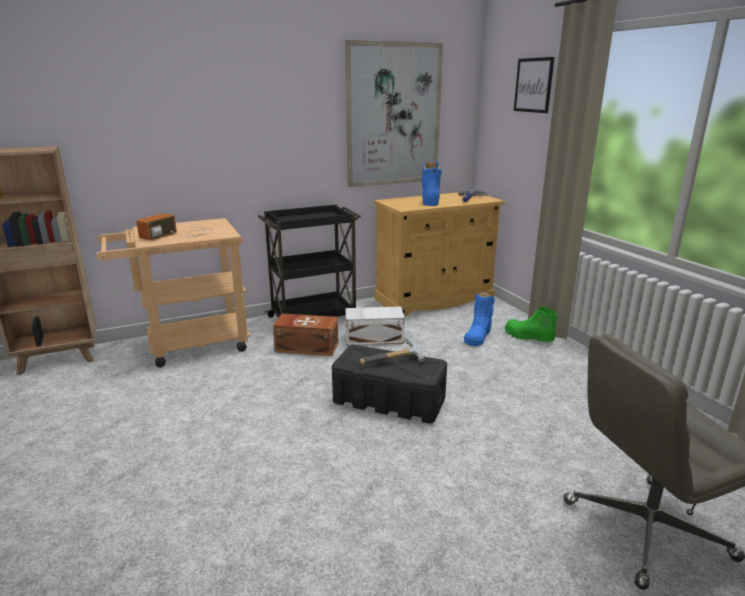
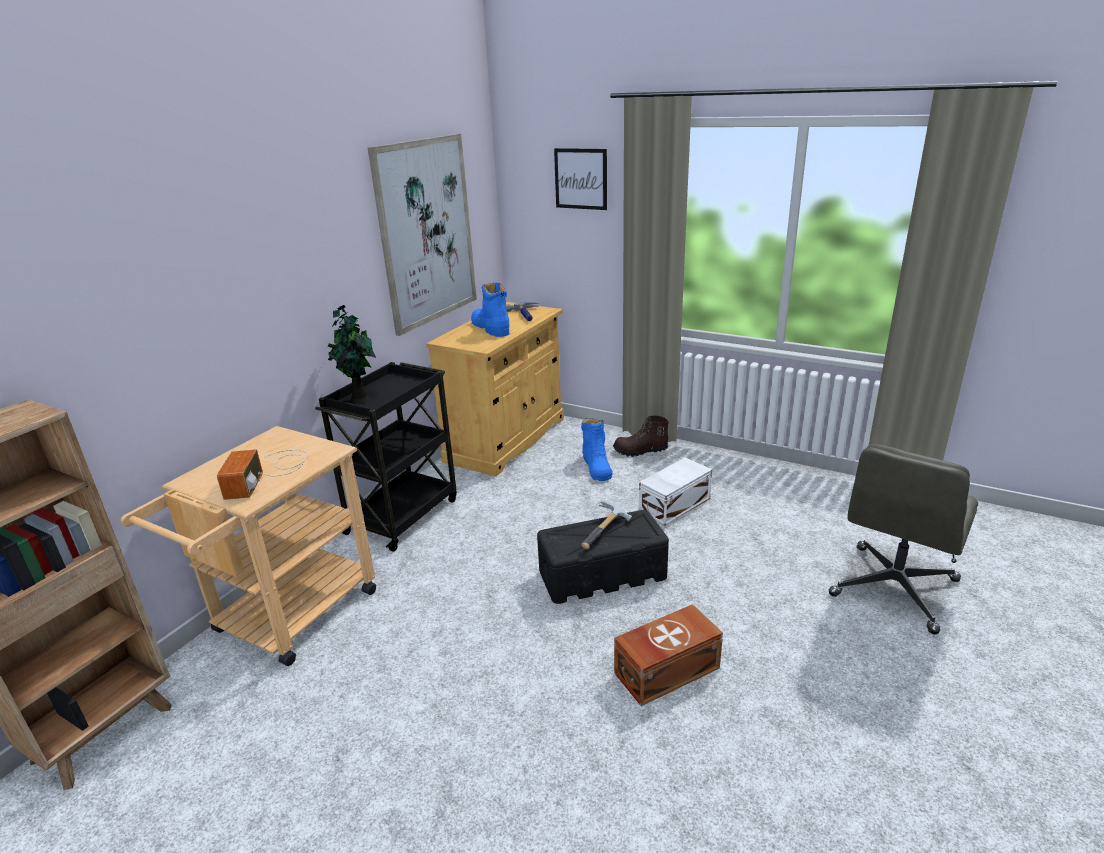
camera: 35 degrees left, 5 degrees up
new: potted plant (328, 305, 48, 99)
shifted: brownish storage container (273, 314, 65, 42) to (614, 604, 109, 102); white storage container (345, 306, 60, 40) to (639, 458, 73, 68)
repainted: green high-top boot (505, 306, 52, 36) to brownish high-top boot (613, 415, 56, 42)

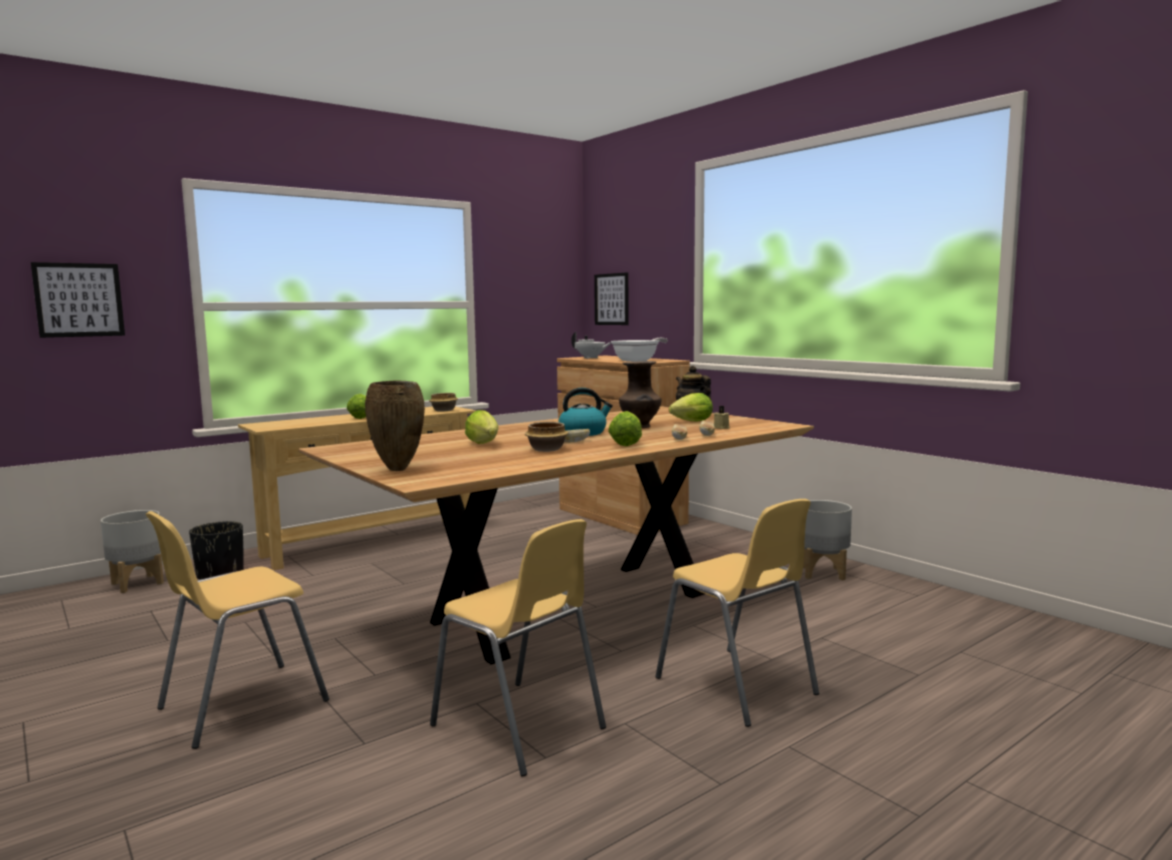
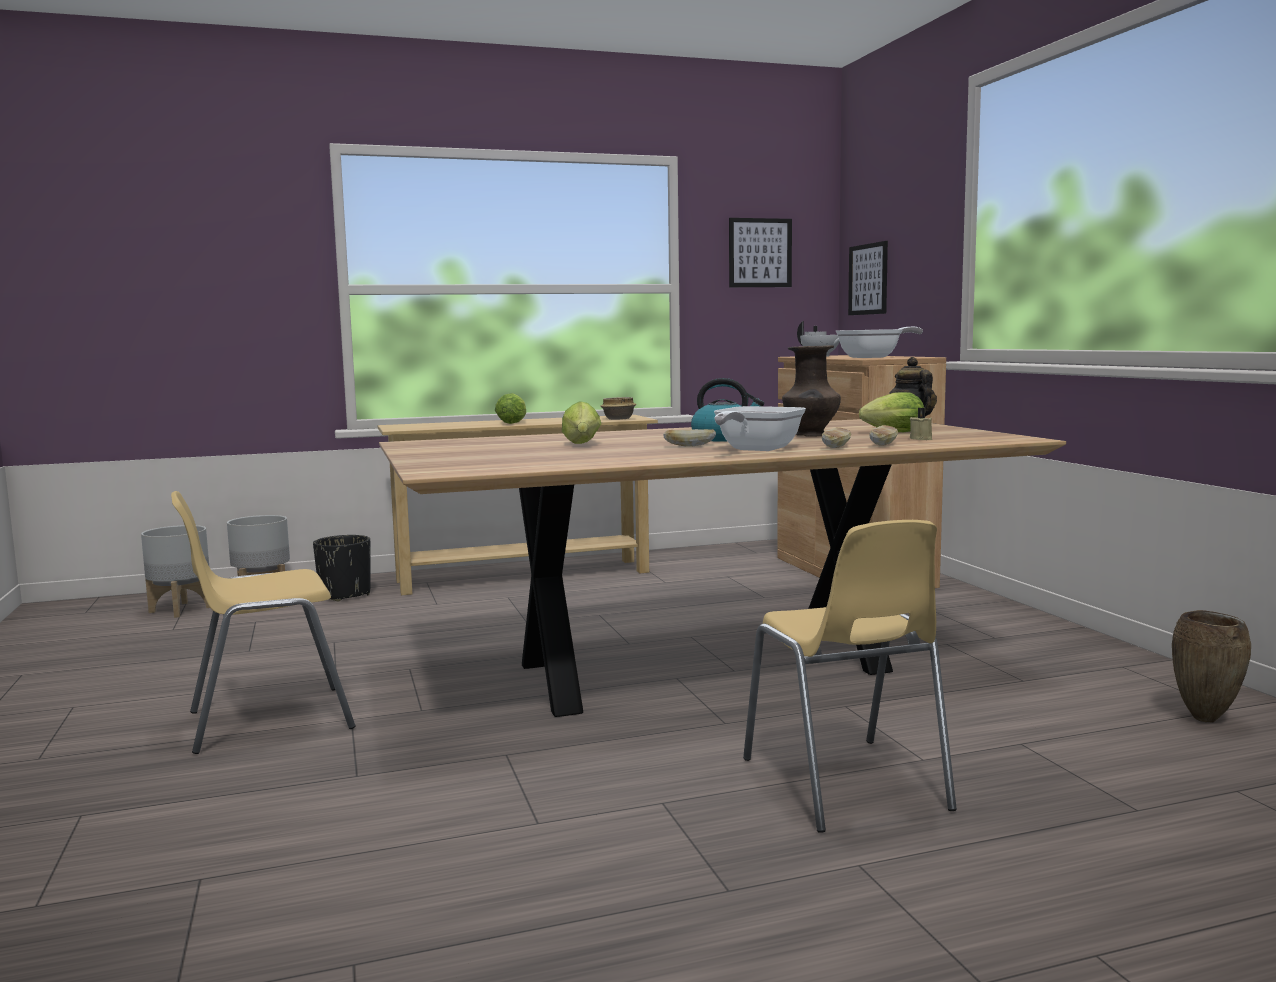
camera: 20 degrees right, 0 degrees up
gone: yellow-coloured chair (430, 519, 176, 257); deep dish (525, 422, 43, 30)
shifted: grey plant pot (803, 500, 49, 80) to (141, 525, 69, 93); wall art (31, 262, 94, 76) to (729, 218, 63, 69); brownish decorative vase (365, 380, 60, 91) to (1172, 610, 79, 113)
swapped: head of lettuce (608, 411, 34, 36) to skillet (714, 406, 92, 45)

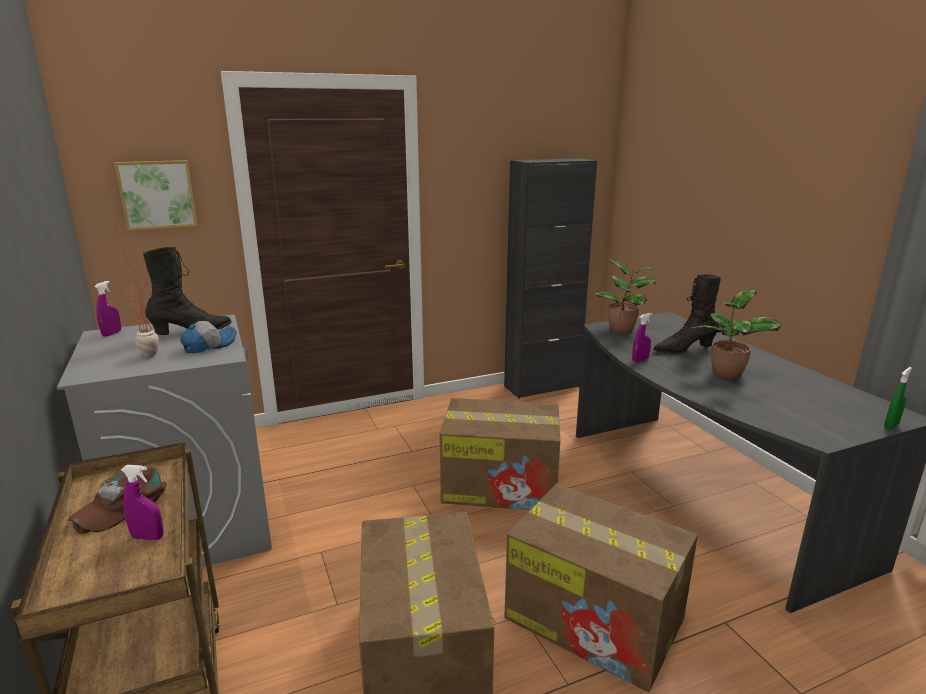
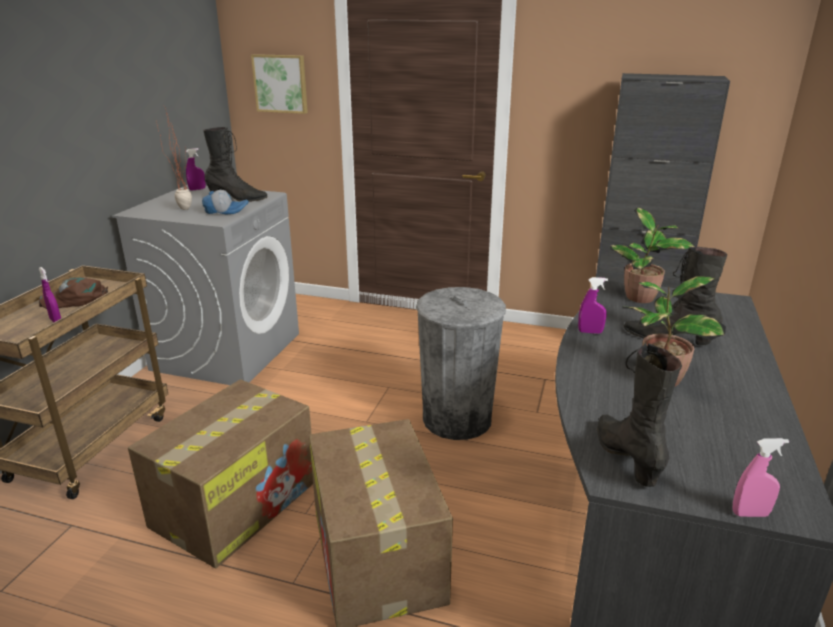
camera: 40 degrees right, 5 degrees up
new: black-coloured high-top boot (597, 343, 85, 144)
swapped: carton (440, 398, 120, 112) to grey rubbish bin (416, 287, 90, 153)
repainted: green hand sprayer (884, 367, 28, 63) to pink-coloured hand sprayer (733, 438, 56, 79)

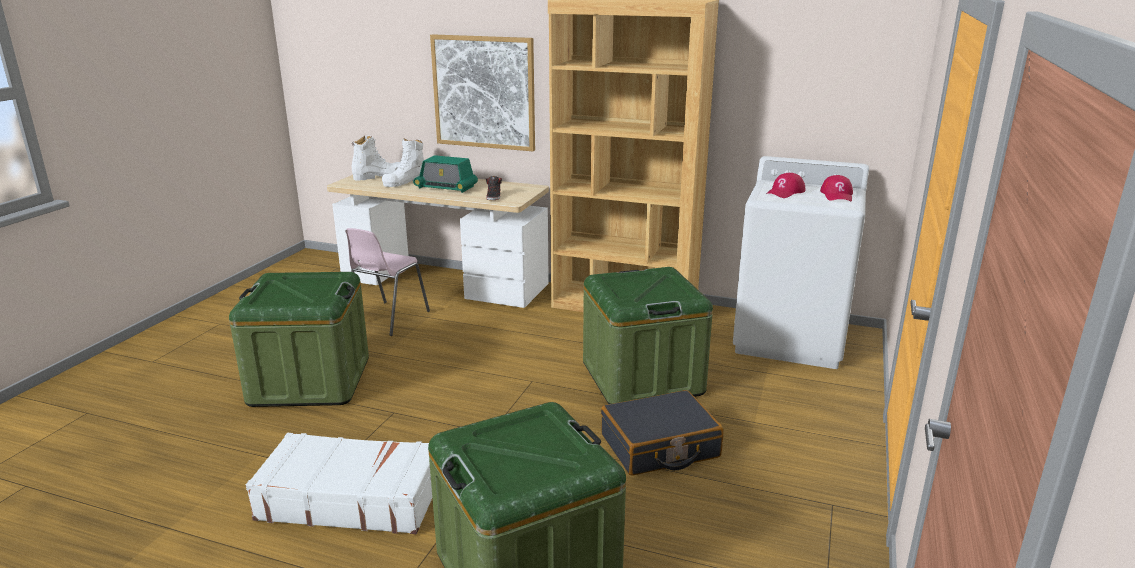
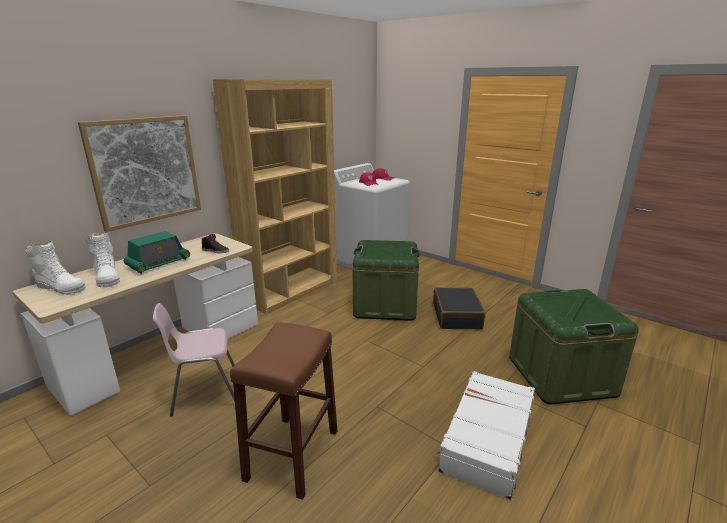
camera: 70 degrees left, 0 degrees up
swapped: green storage container (229, 272, 140, 135) to brownish stool seat (230, 322, 107, 178)
rotated: white high-top boot (352, 136, 48, 45) = (25, 241, 61, 54) 120 degrees clockwise; pink-coloured chair (345, 228, 85, 108) = (153, 303, 82, 114) 120 degrees clockwise

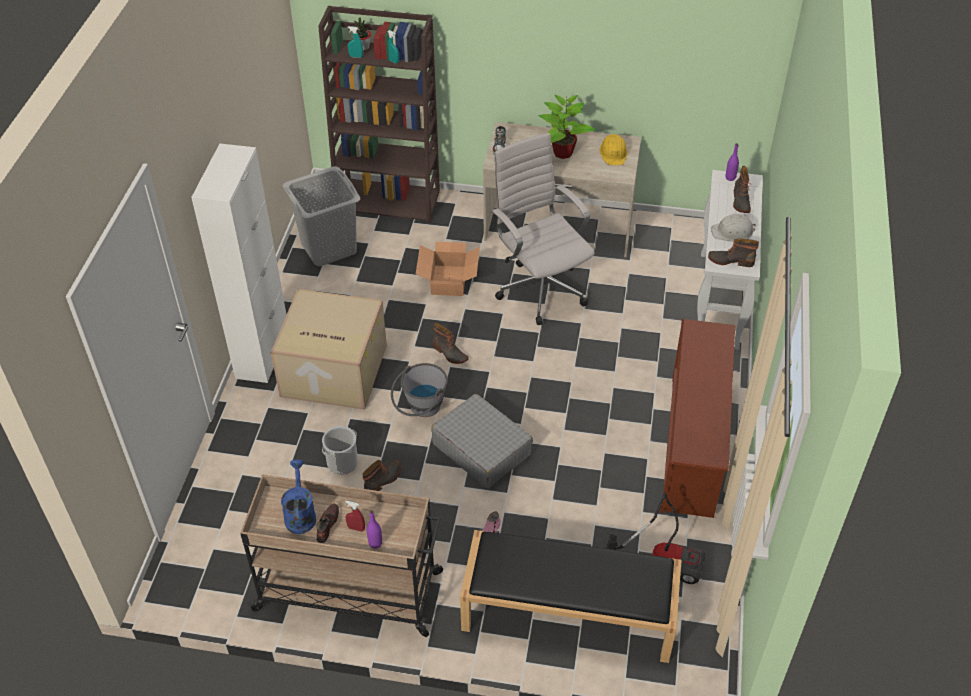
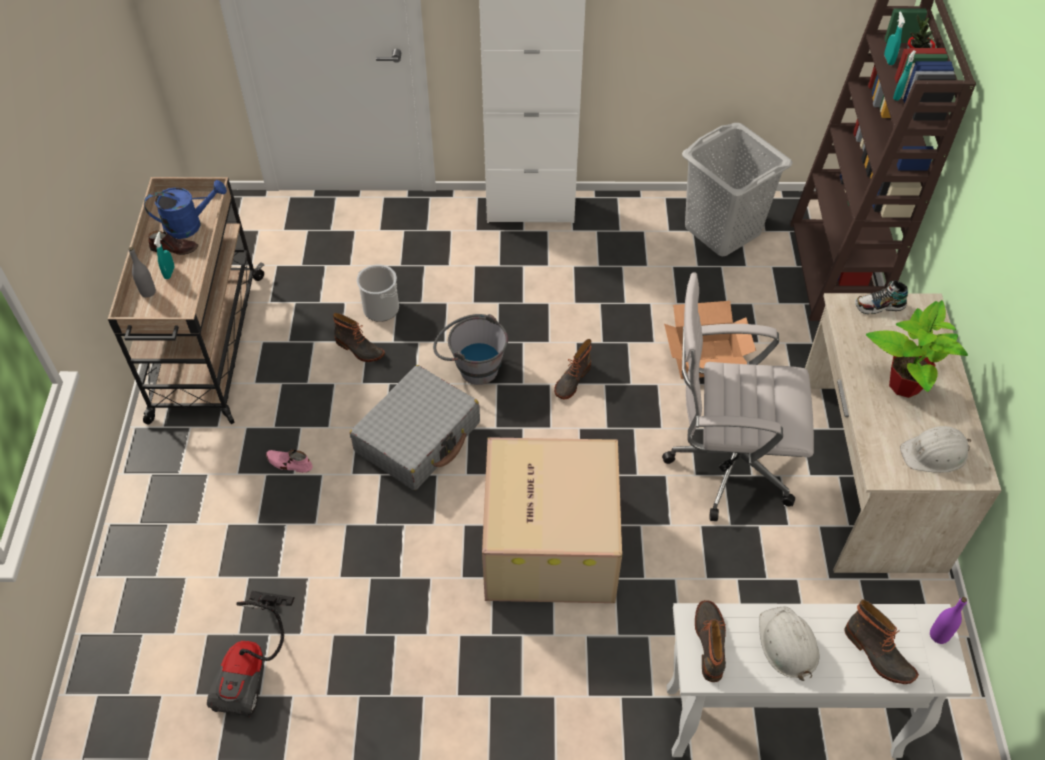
camera: 80 degrees right, 5 degrees up
gone: black-coloured bench (460, 530, 222, 133); brownish shoe rack (660, 319, 75, 199)
shifted: carton (271, 289, 116, 121) to (482, 437, 140, 166)
repainted: purple beverage bottle (367, 510, 15, 39) to grey beverage bottle (129, 247, 27, 51); red-coloured hand sprayer (345, 501, 20, 31) to blue-green hand sprayer (154, 232, 21, 47); yellow-coloured safety helmet (600, 134, 28, 31) to white safety helmet (900, 426, 71, 47)
rotated: white desk chair (491, 133, 104, 192) = (662, 272, 152, 249) 135 degrees counterclockwise; high-top boot (733, 166, 19, 47) = (845, 599, 74, 85) 120 degrees counterclockwise

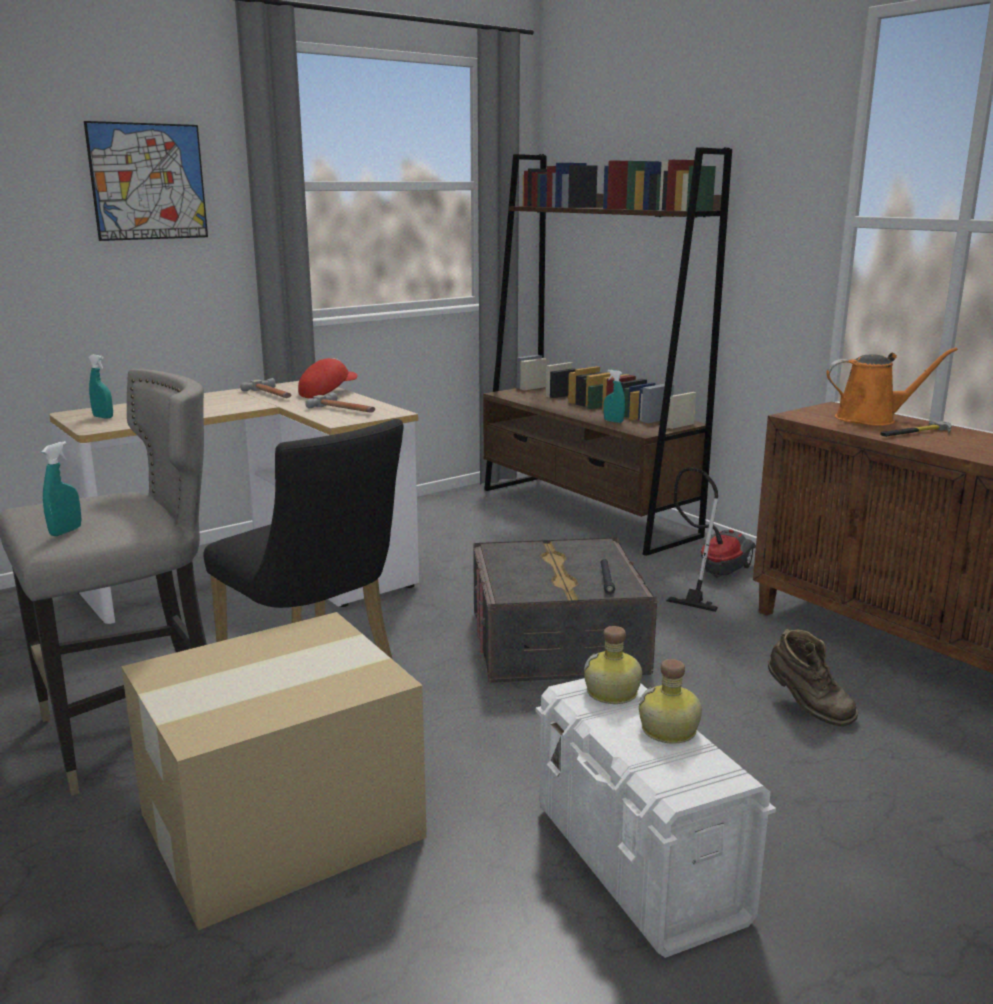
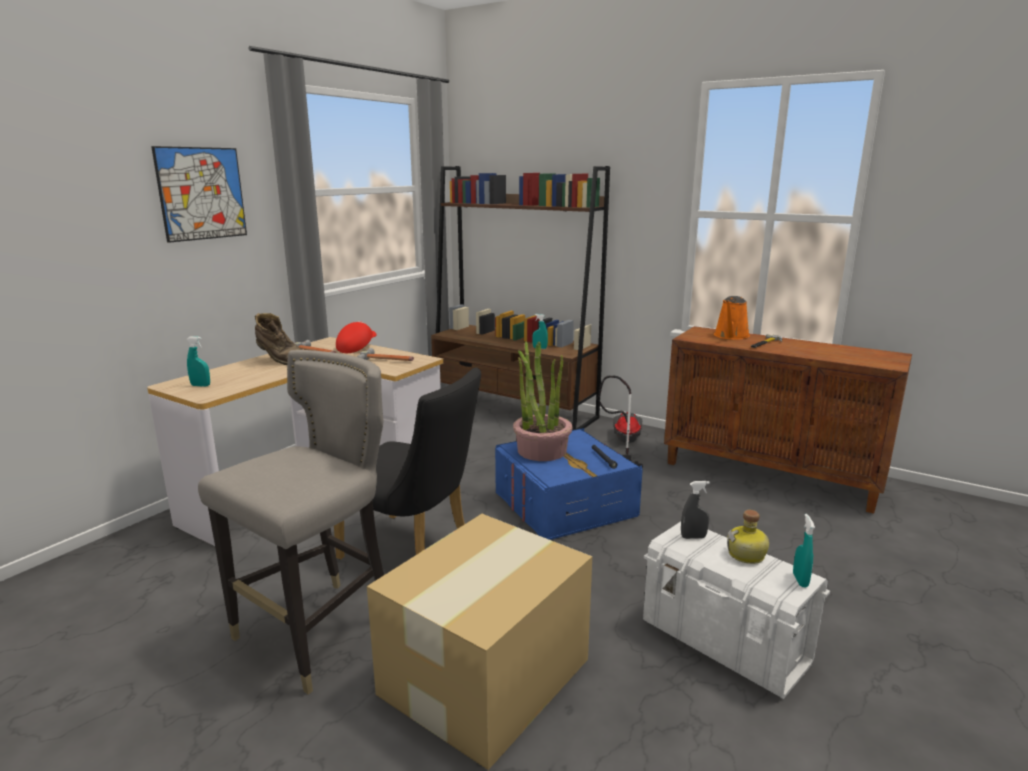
camera: 20 degrees left, 0 degrees up
new: potted plant (513, 341, 60, 120)
shifted: brownish high-top boot (768, 629, 90, 98) to (255, 313, 46, 52); blue-green hand sprayer (41, 441, 40, 95) to (793, 514, 22, 73)
swapped: beverage bottle (584, 626, 58, 78) to grey hand sprayer (681, 481, 29, 58)
repainted: grey storage container (473, 538, 184, 145) to blue storage container (495, 428, 148, 112)
rotated: orange-coloured watering can (826, 347, 132, 79) = (714, 296, 36, 44) 135 degrees clockwise

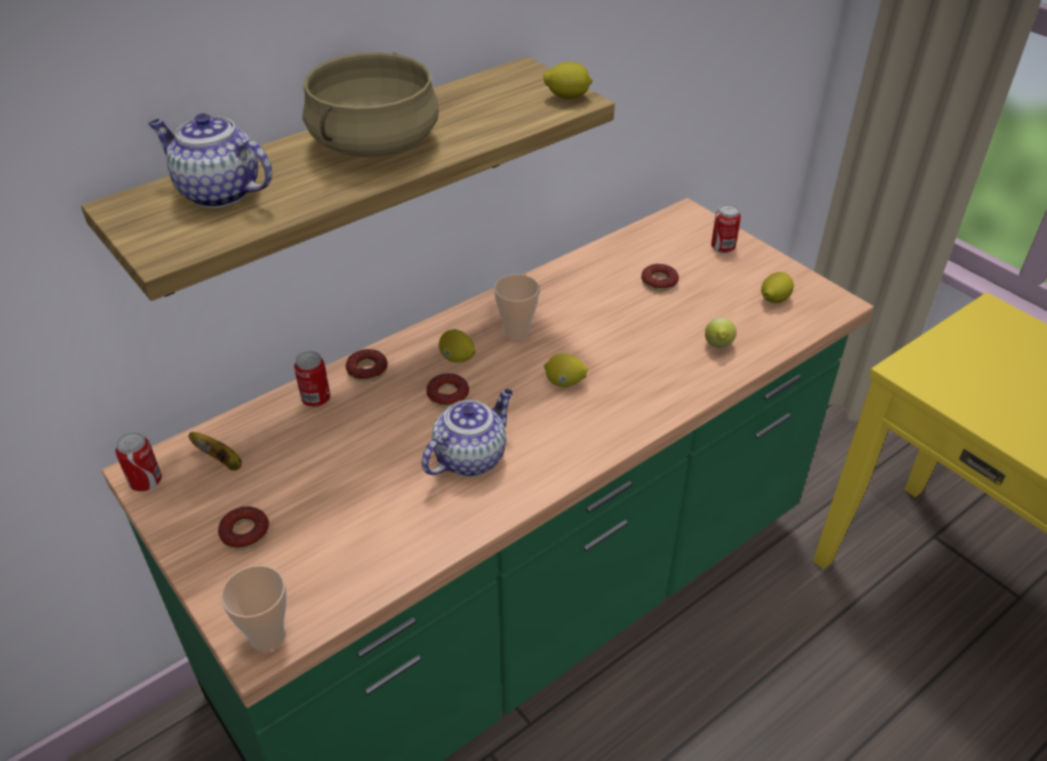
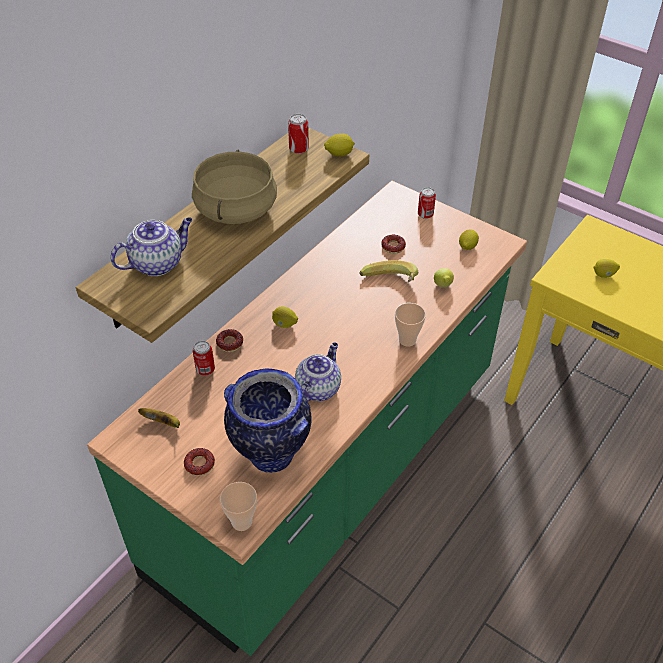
camera: 15 degrees left, 5 degrees up
gone: ring doughnut (426, 373, 43, 34)
new: decorative vase (224, 368, 88, 105); banana fruit (359, 260, 59, 22)
shifted: sealed can (116, 432, 46, 59) to (288, 114, 21, 40); drinking cup (494, 274, 45, 67) to (395, 303, 31, 44); lemon (544, 354, 44, 33) to (593, 259, 27, 19)
rotated: pot for tea (148, 113, 124, 95) = (110, 217, 83, 59) 135 degrees clockwise

